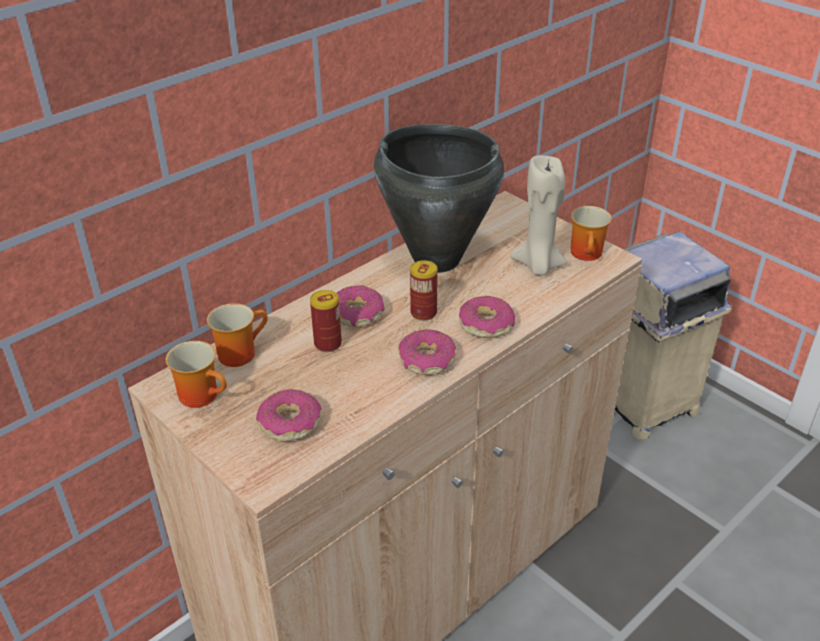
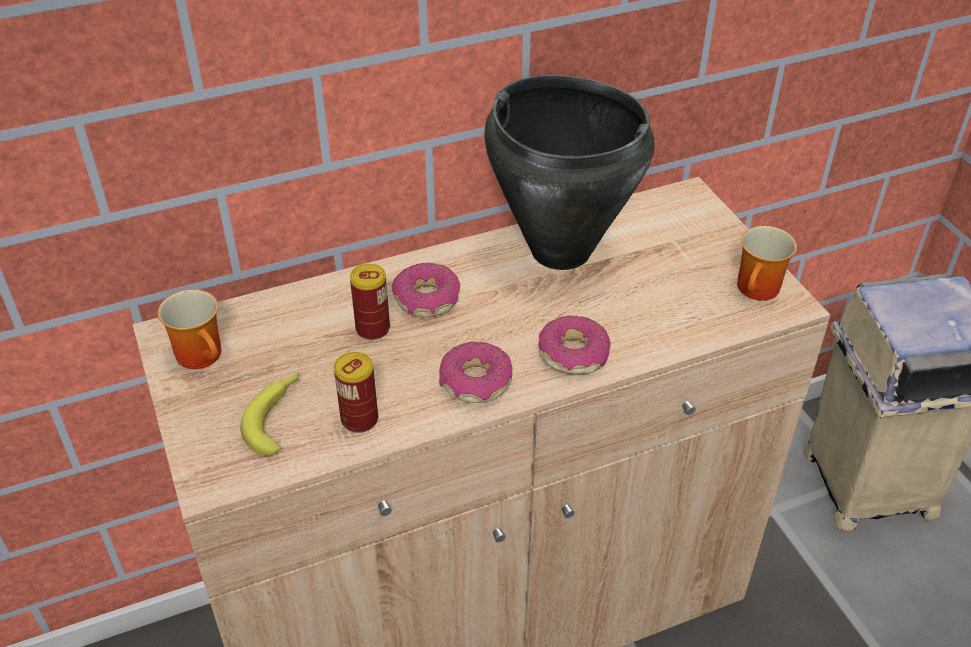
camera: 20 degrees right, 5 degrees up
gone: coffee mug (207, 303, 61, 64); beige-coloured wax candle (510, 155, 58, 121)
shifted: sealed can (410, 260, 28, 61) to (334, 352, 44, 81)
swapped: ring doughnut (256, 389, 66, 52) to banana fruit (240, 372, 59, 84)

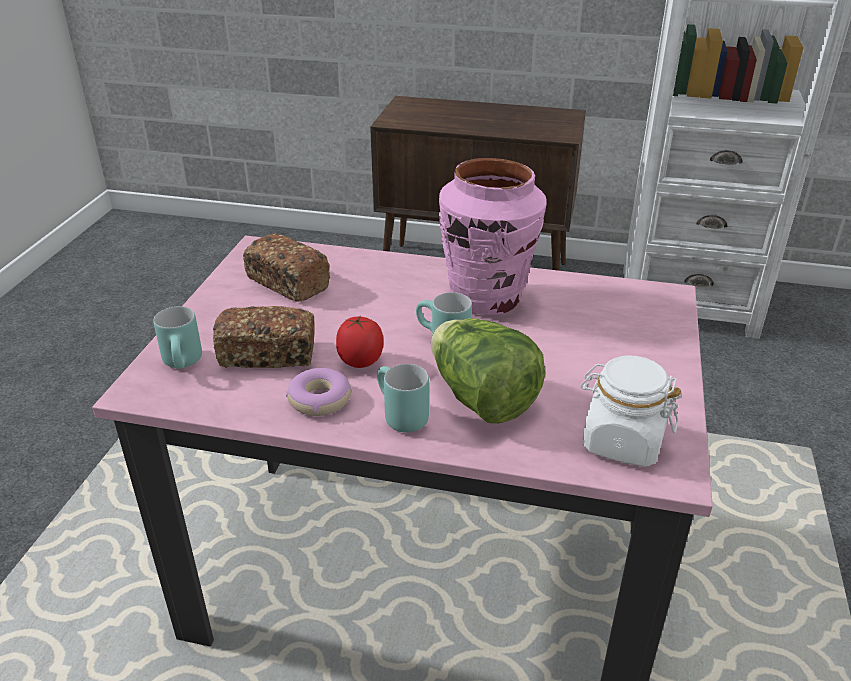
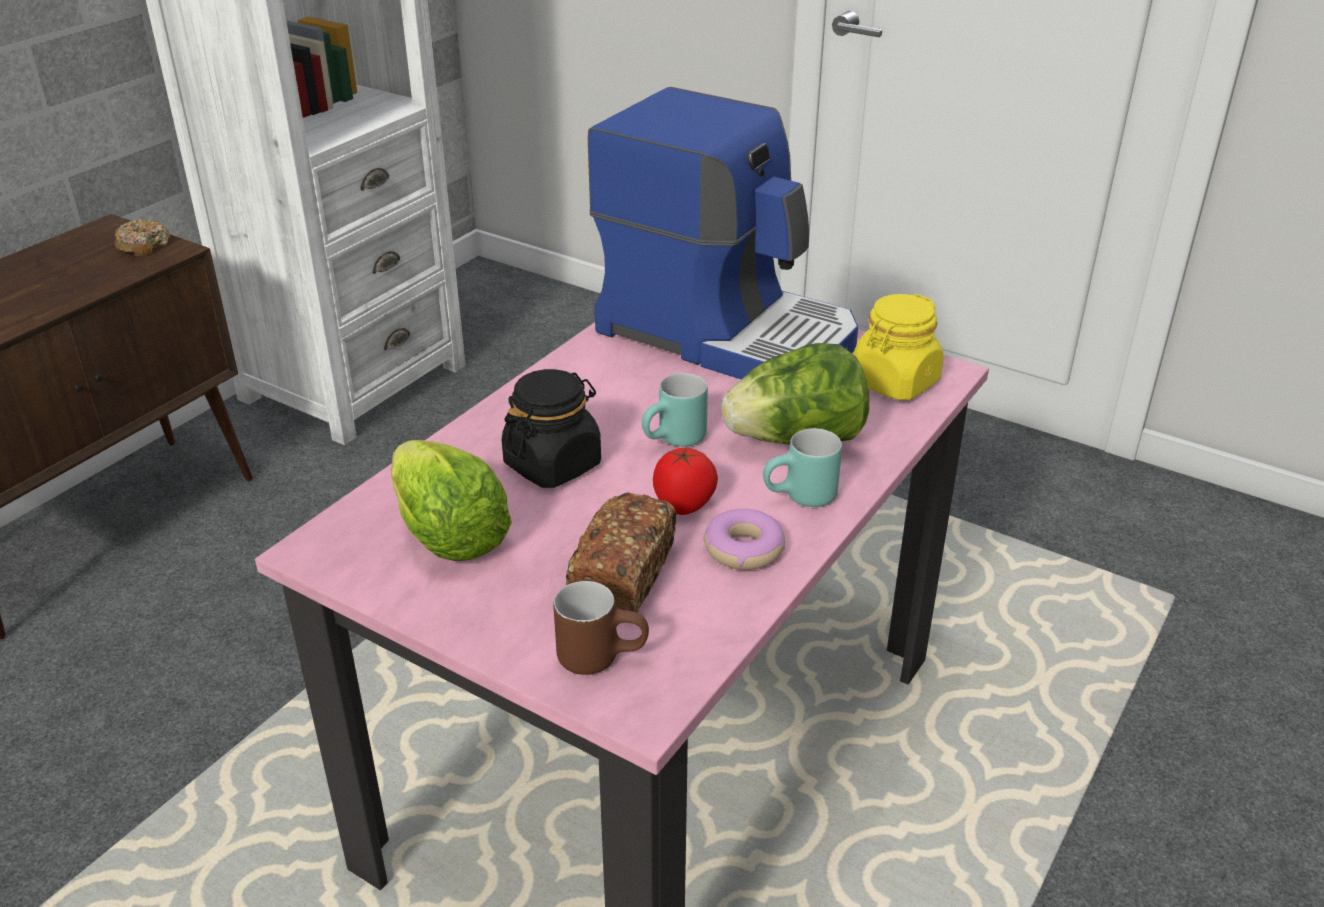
camera: 70 degrees left, 0 degrees up
gone: pink-coloured decorative vase (439, 158, 108, 157)
new: ring doughnut (115, 219, 55, 37); black-coloured storage jar (502, 369, 99, 119); coffee machine (588, 87, 270, 293)
swapped: bread (243, 233, 87, 69) to head of lettuce (391, 440, 121, 121)
repainted: blue-green coffee mug (153, 306, 49, 63) to brownish coffee mug (554, 581, 95, 94); white storage jar (580, 355, 101, 112) to yellow-coloured storage jar (853, 294, 91, 106)

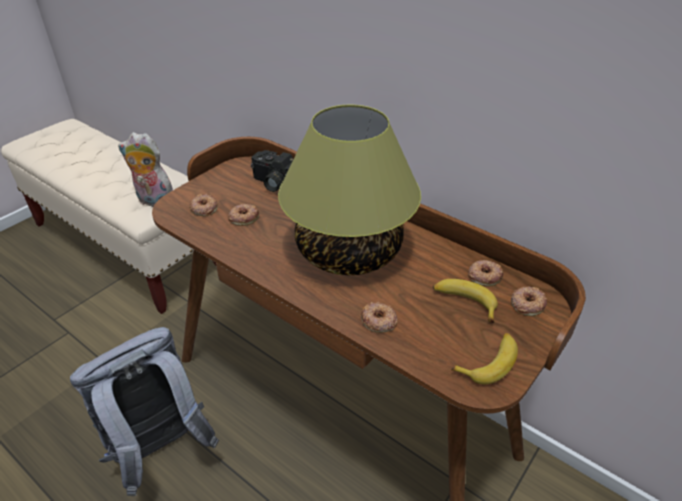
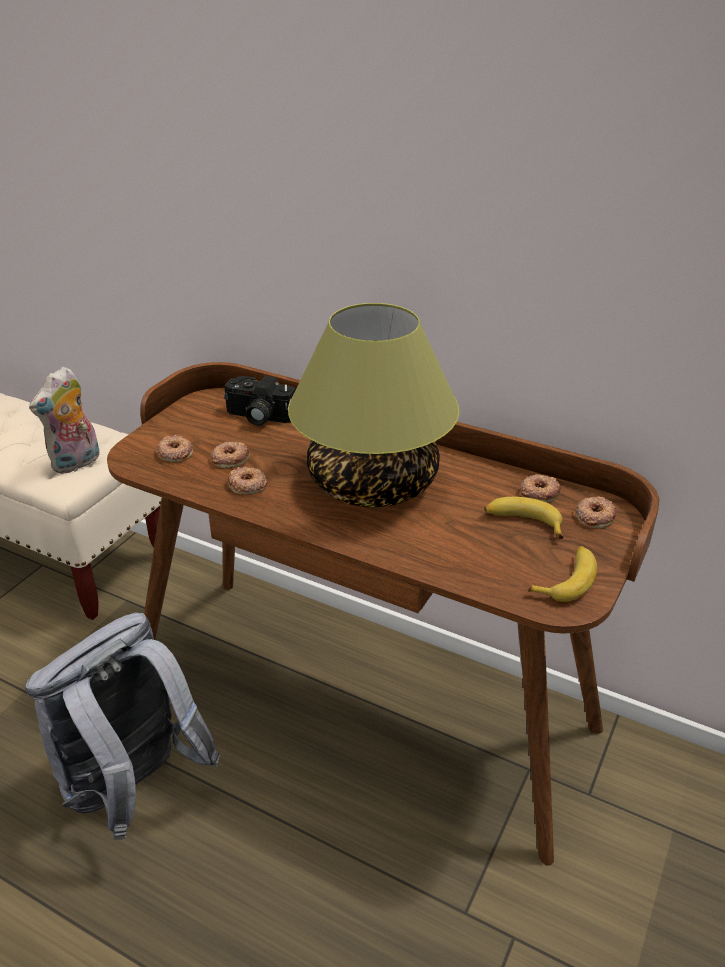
camera: 10 degrees left, 5 degrees down
shifted: ring doughnut (361, 302, 36, 31) to (227, 466, 40, 29)
rotated: plush toy (118, 132, 55, 75) = (29, 367, 71, 107) 60 degrees counterclockwise

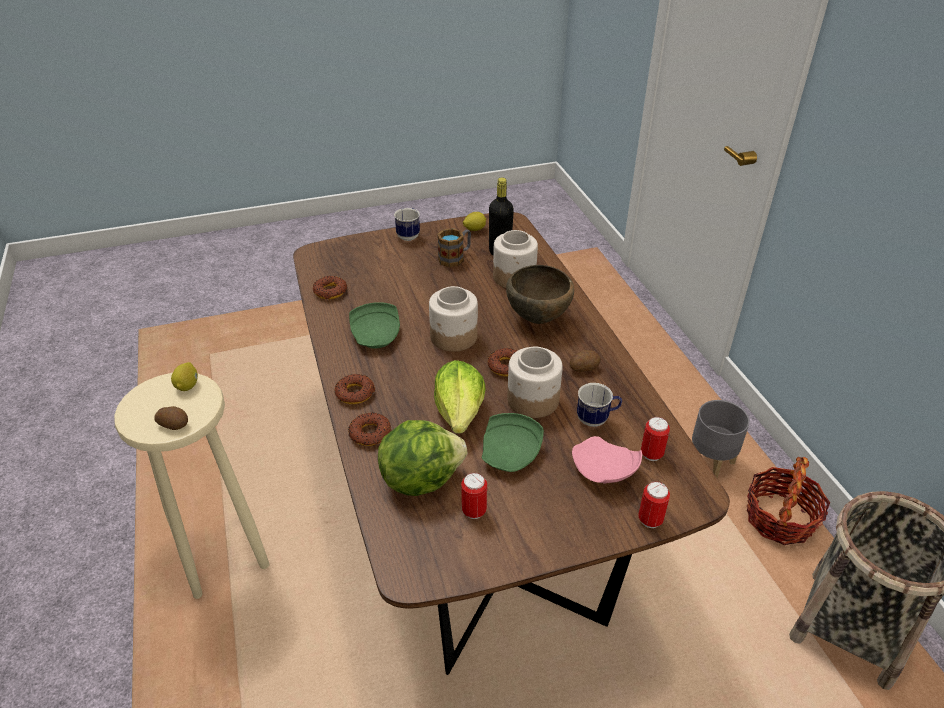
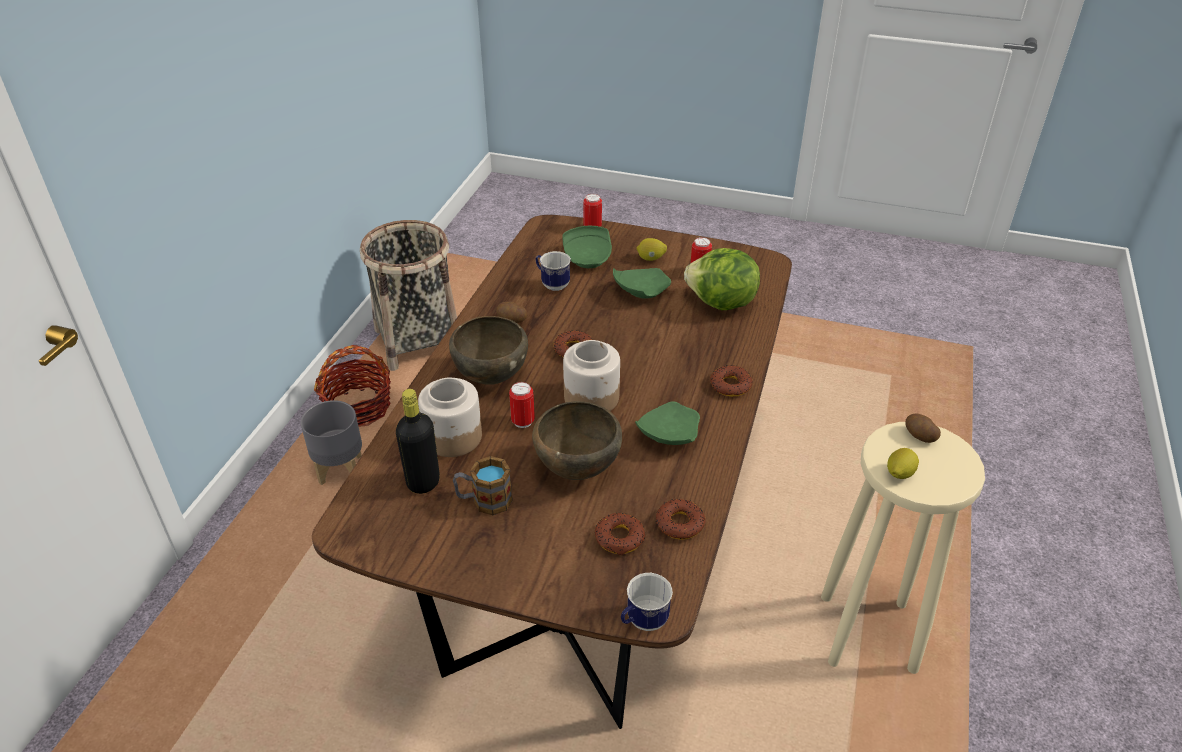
camera: 145 degrees left, 0 degrees up
gone: head of lettuce (434, 360, 52, 74); storage jar (507, 346, 56, 72)
new: brownish deep dish (532, 401, 90, 79)
shifted: sealed can (641, 417, 29, 44) to (509, 382, 26, 46); ring doughnut (348, 412, 43, 34) to (595, 513, 50, 42); coffee mug (394, 208, 26, 33) to (621, 573, 52, 58); lemon (463, 212, 23, 19) to (637, 238, 30, 23)
repainted: pink-coloured dinner plate (572, 436, 70, 48) to green dinner plate (562, 226, 50, 42)

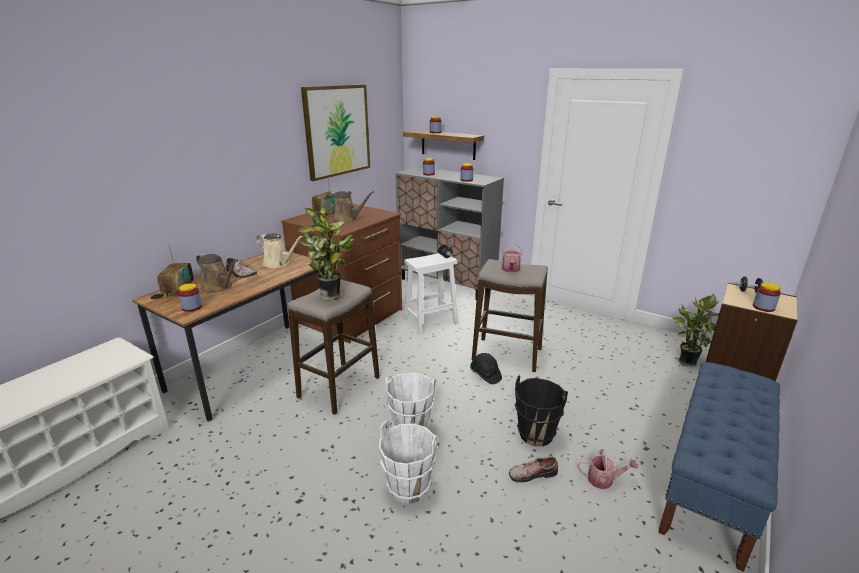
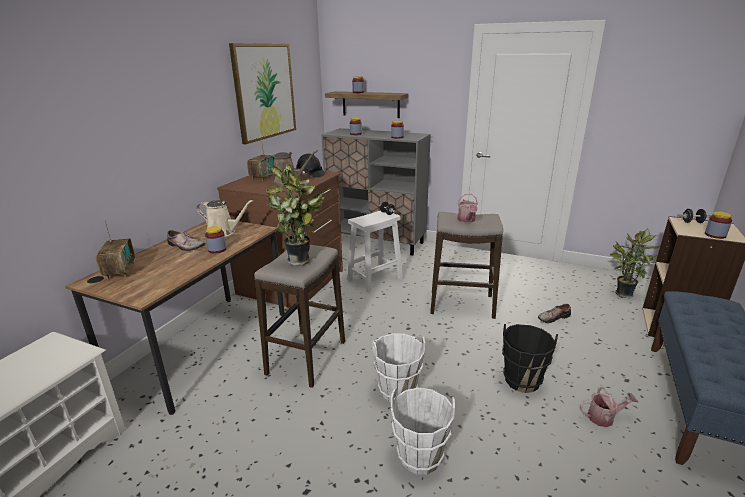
camera: 10 degrees left, 0 degrees up
gone: brownish watering can (196, 254, 42, 39)
shifted: storage jar (178, 283, 24, 29) to (205, 226, 22, 28); black-coloured safety helmet (470, 353, 32, 31) to (296, 154, 29, 24); low shoe (509, 456, 49, 27) to (538, 304, 33, 19)

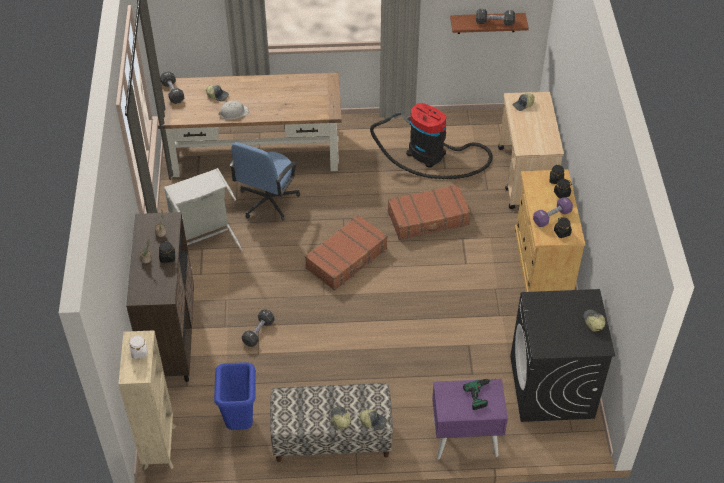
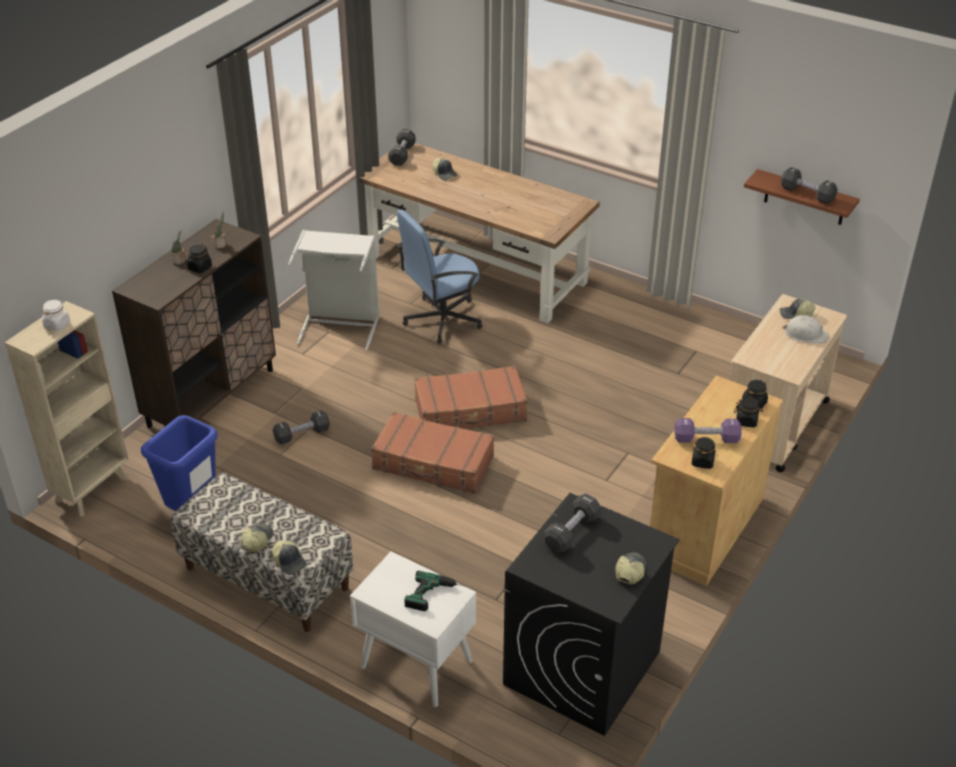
camera: 35 degrees right, 10 degrees down
gone: hoover (370, 103, 123, 76)
new: black-coloured free weight (544, 494, 57, 59)
shifted: brownish suitcase (388, 184, 83, 56) to (371, 412, 123, 82); white safety helmet (219, 101, 30, 19) to (783, 315, 46, 28)
repainted: purple night table (432, 379, 76, 81) to white night table (350, 551, 126, 156)

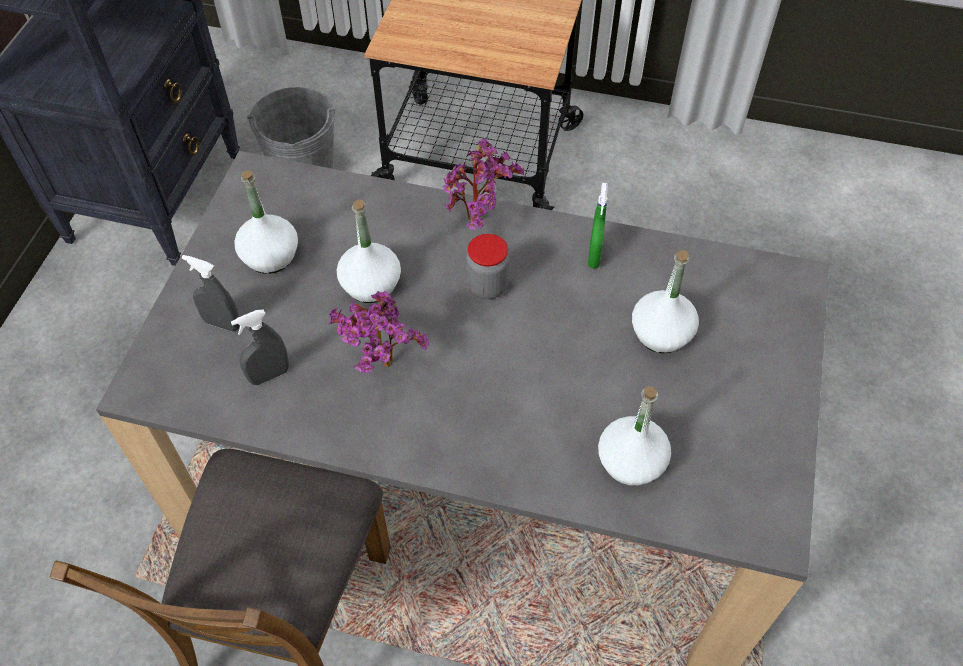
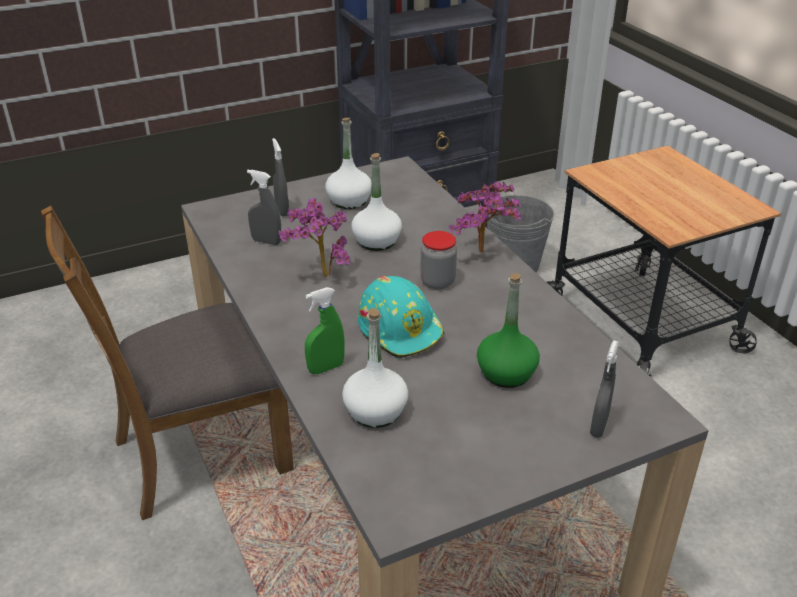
camera: 50 degrees right, 20 degrees down
new: blue-green safety helmet (358, 276, 87, 83); grey hand sprayer (590, 340, 29, 98)
shifted: green hand sprayer (588, 183, 20, 86) to (305, 287, 40, 87)
repainted: white beverage bottle (632, 250, 67, 103) to green beverage bottle (477, 273, 63, 115)

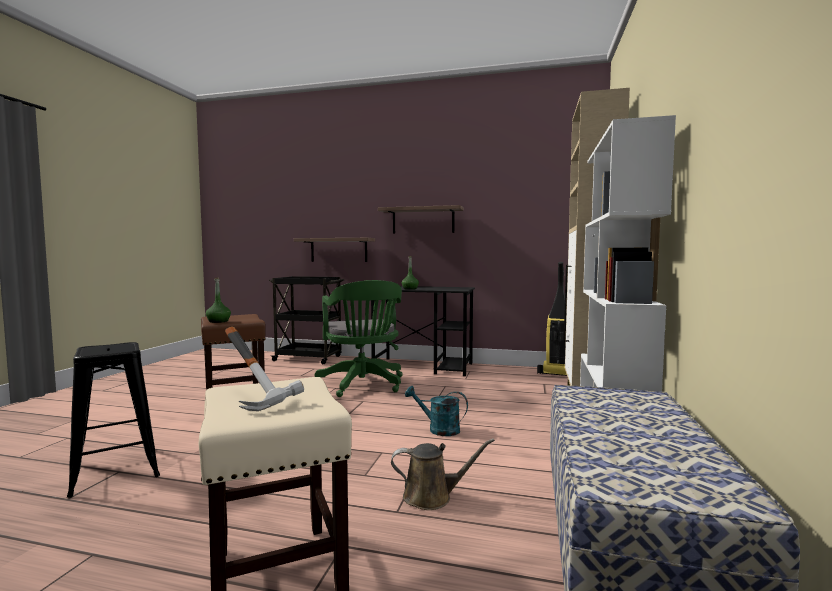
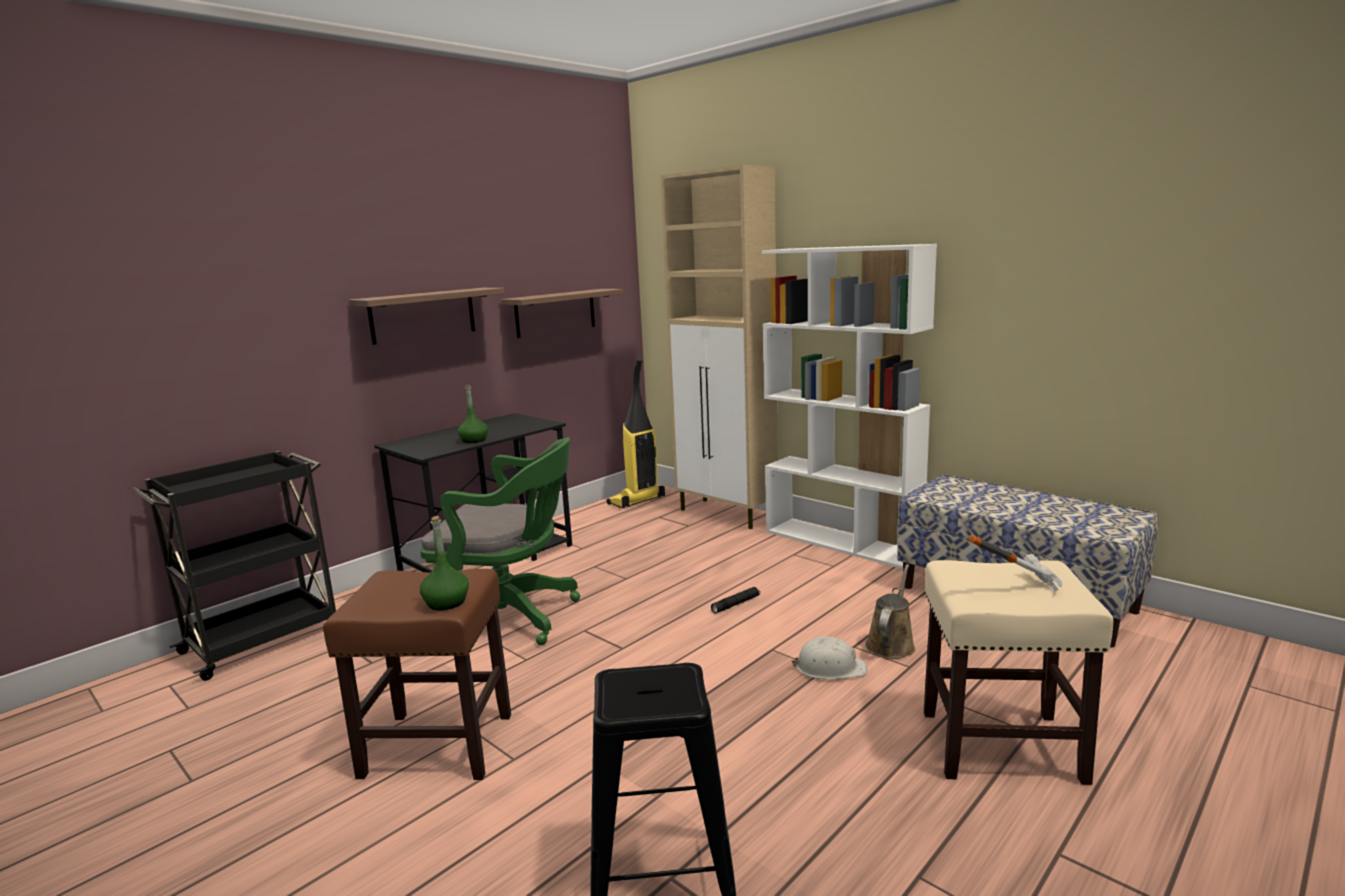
camera: 60 degrees left, 10 degrees up
new: white safety helmet (792, 636, 75, 43)
shifted: bracket shelf (294, 238, 81, 24) to (501, 289, 123, 49)
swapped: blue-green watering can (405, 386, 63, 50) to black-coloured torch (711, 587, 49, 27)

